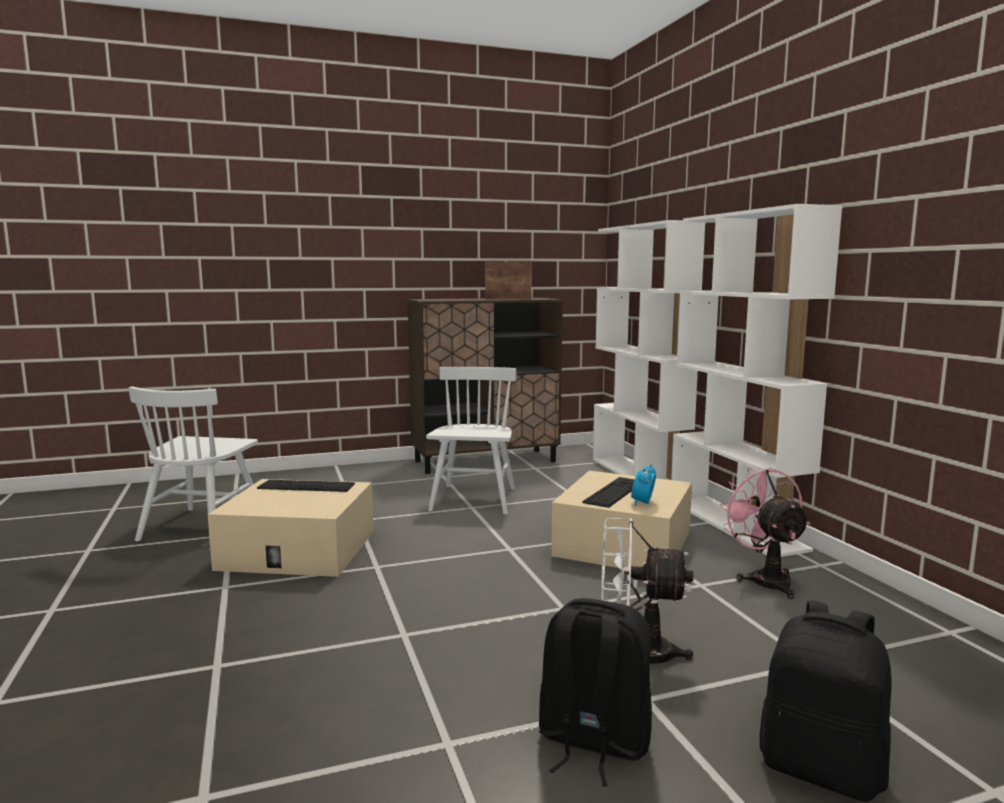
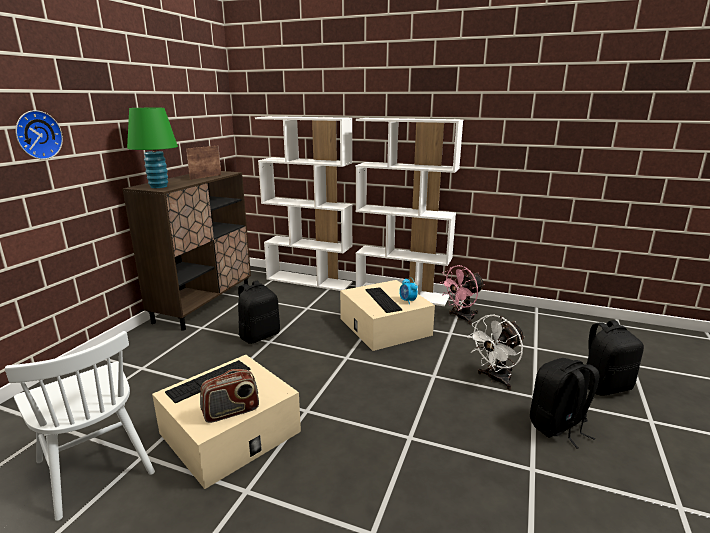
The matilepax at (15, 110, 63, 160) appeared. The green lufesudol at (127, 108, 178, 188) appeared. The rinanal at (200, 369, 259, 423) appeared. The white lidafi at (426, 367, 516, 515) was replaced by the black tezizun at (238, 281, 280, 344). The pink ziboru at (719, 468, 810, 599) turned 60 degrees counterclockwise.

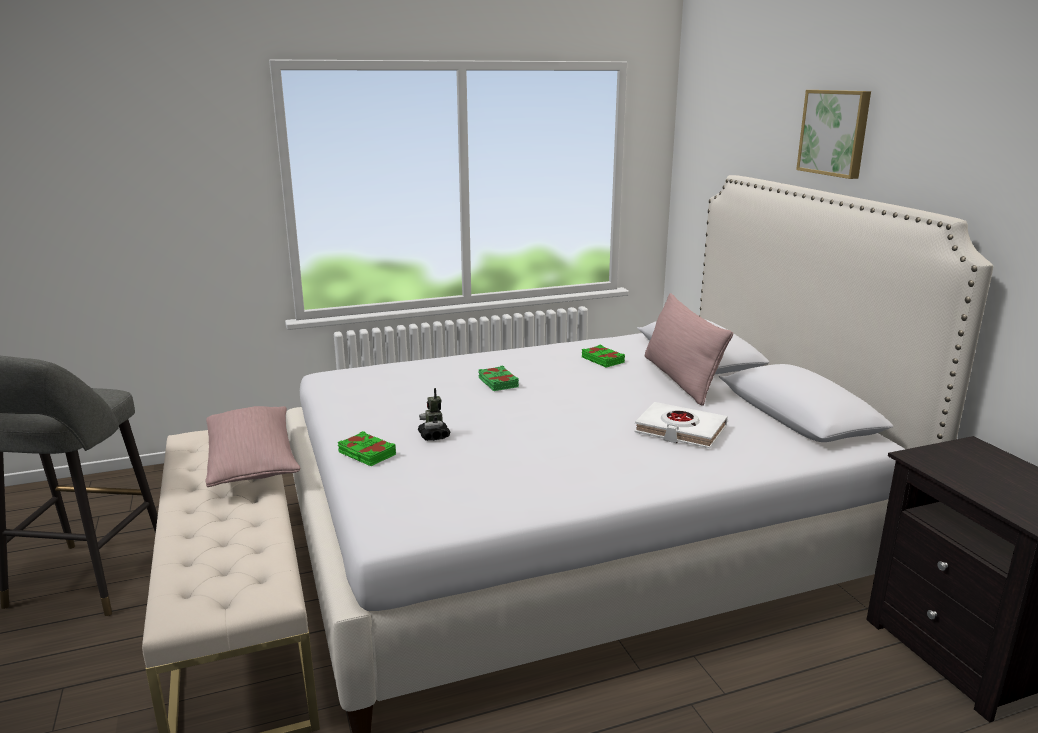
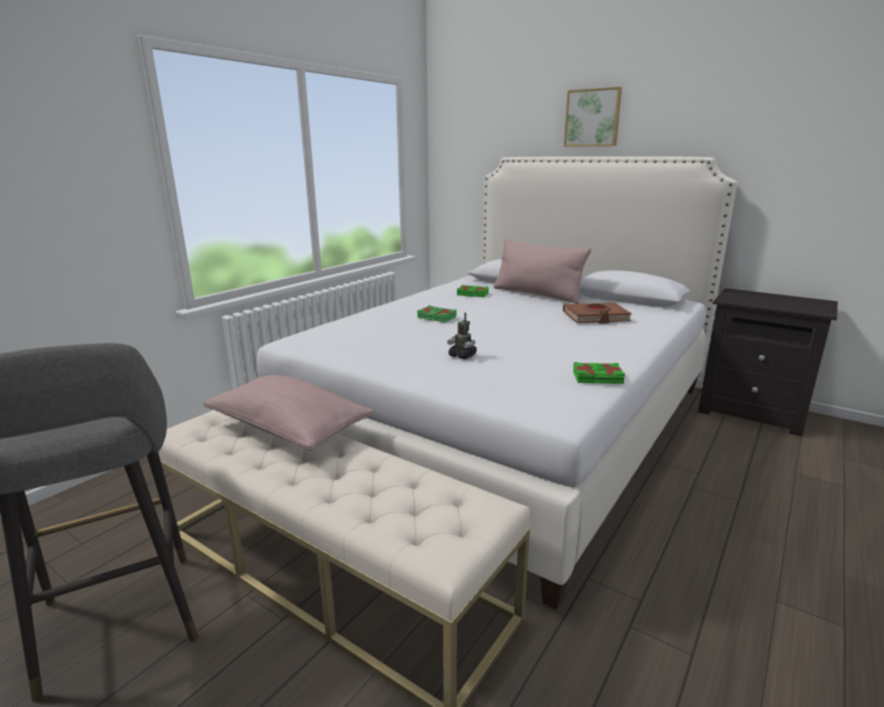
The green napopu moved from (338, 431, 396, 466) to (573, 362, 625, 384). The white napopu at (634, 402, 728, 448) became the brown napopu at (563, 303, 632, 324).

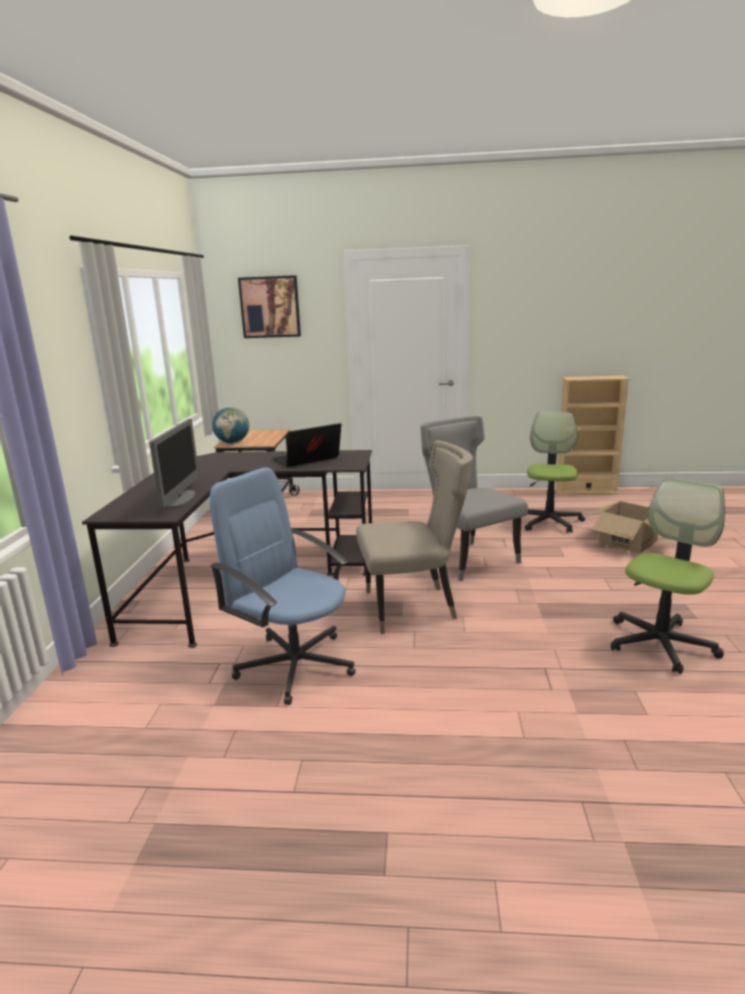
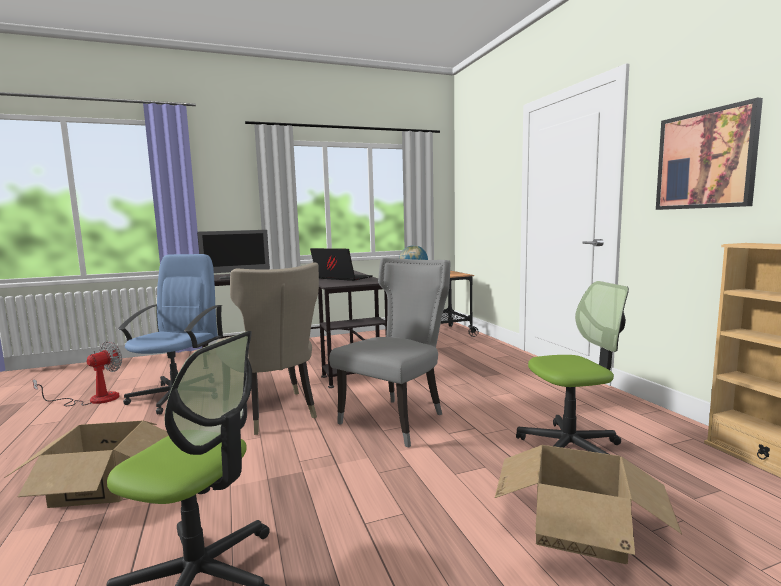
The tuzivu at (4, 420, 169, 508) appeared. The ziboru at (33, 341, 122, 406) appeared. The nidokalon moved from (238, 275, 301, 338) to (656, 98, 763, 210).

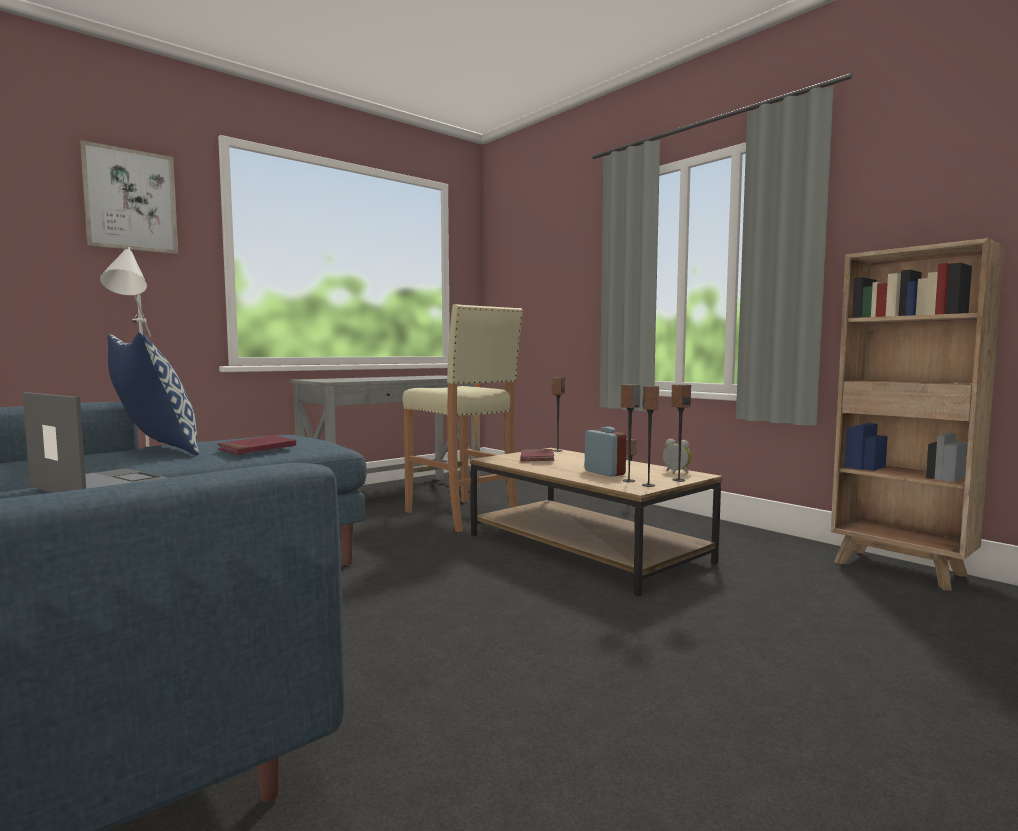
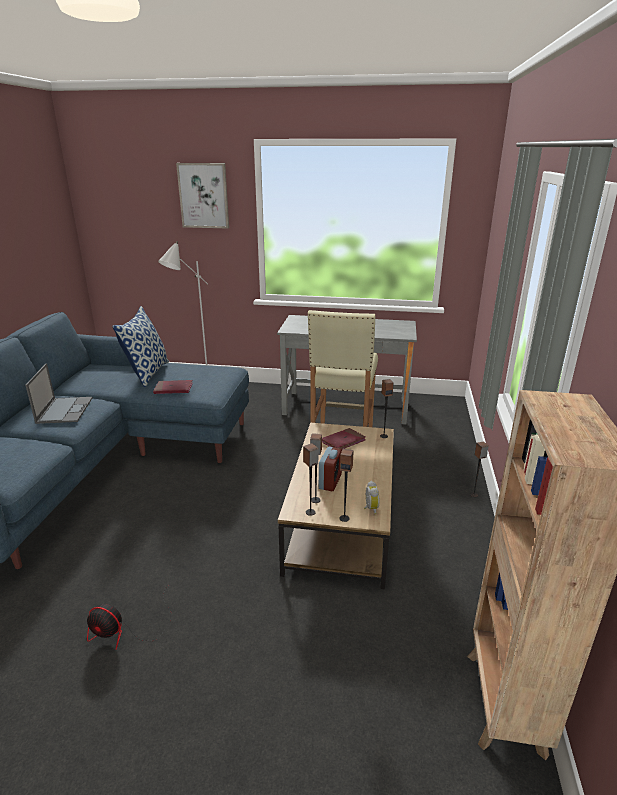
The ziboru at (87, 586, 171, 650) appeared.

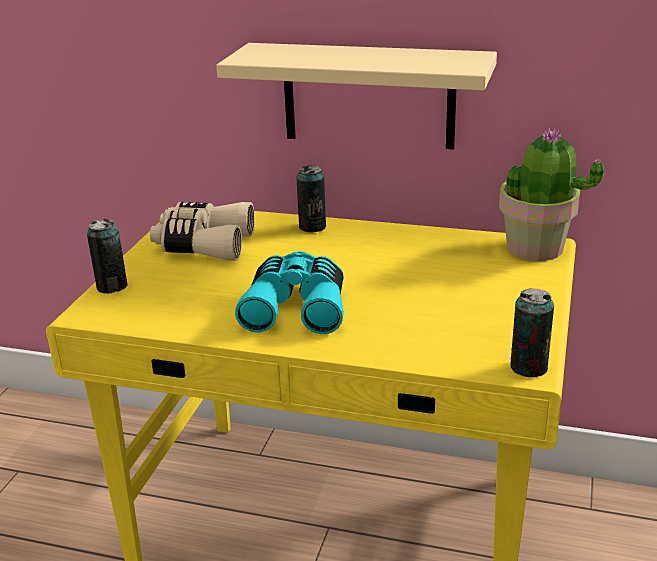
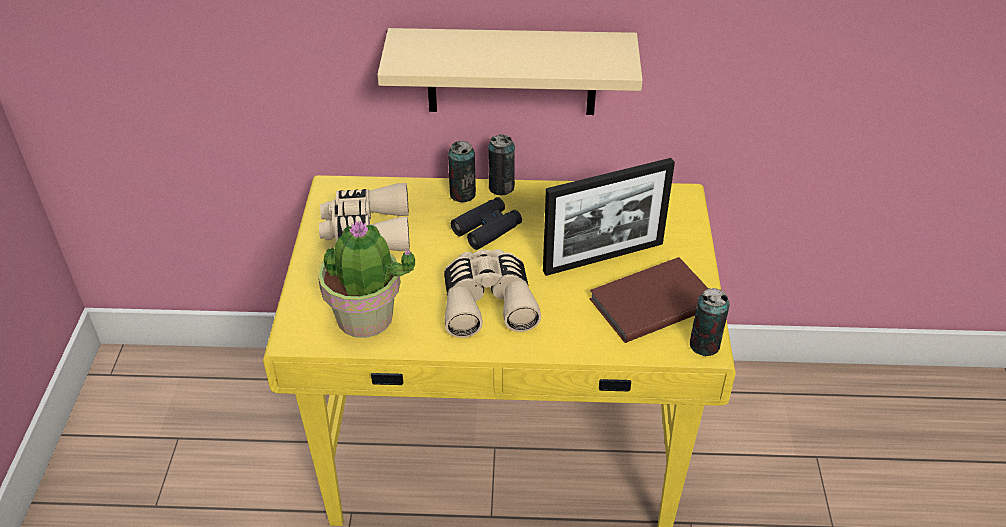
The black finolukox at (451, 197, 522, 250) appeared. The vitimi at (543, 158, 675, 276) appeared. The brown napopu at (589, 257, 708, 343) appeared. The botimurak moved from (87, 219, 127, 294) to (488, 134, 515, 195). The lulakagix moved from (499, 128, 604, 261) to (318, 220, 416, 338). The turquoise finolukox at (235, 251, 344, 334) became the beige finolukox at (444, 249, 541, 338).

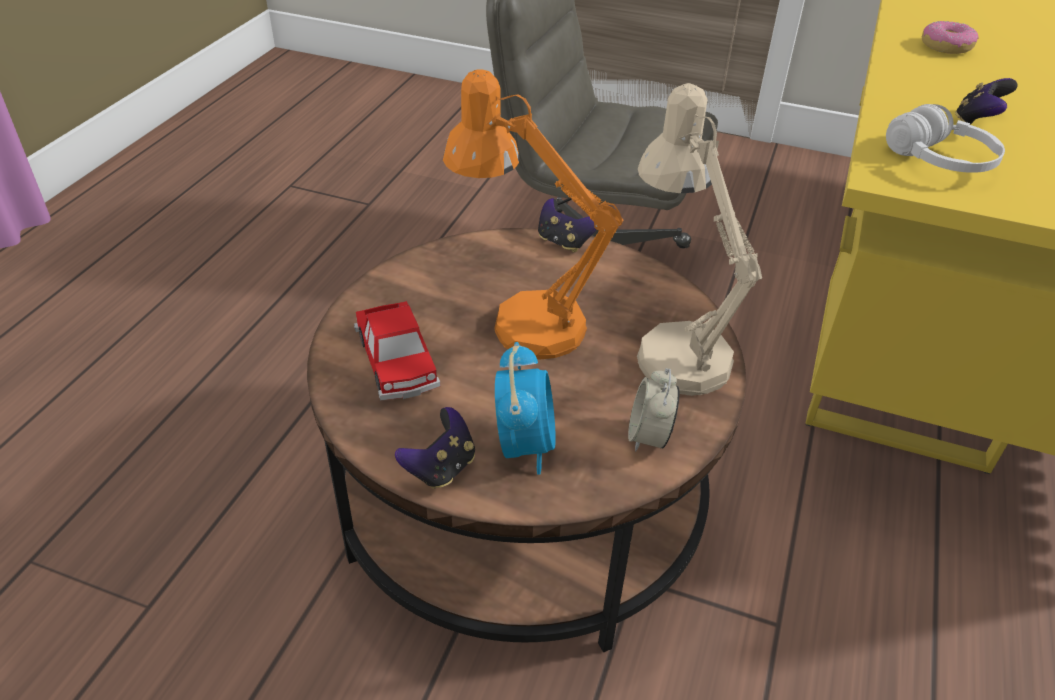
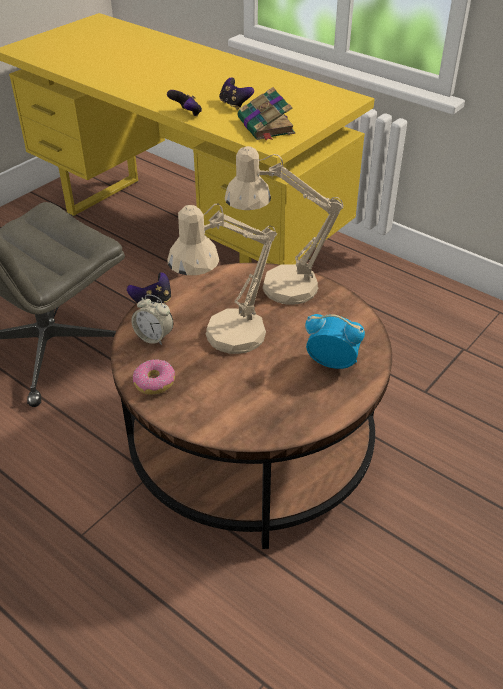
The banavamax at (354, 301, 440, 401) disappeared. The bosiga moved from (395, 407, 475, 489) to (167, 90, 202, 117). The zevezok moved from (628, 368, 679, 452) to (131, 294, 173, 345). The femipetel moved from (922, 21, 979, 54) to (133, 359, 175, 395). The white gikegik at (886, 104, 1005, 173) was replaced by the napopu at (238, 87, 295, 141). The orange lufesudol at (443, 69, 623, 360) became the beige lufesudol at (167, 203, 277, 354).

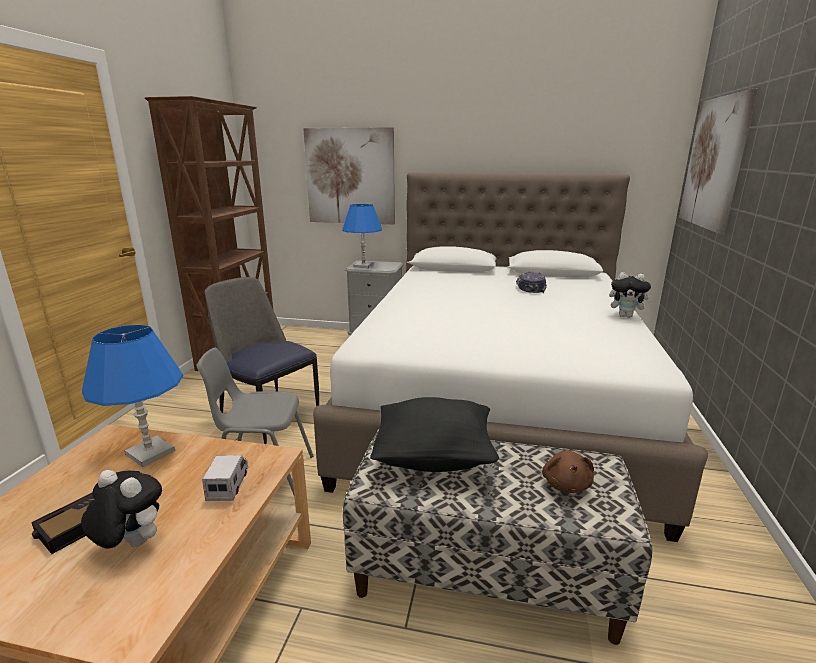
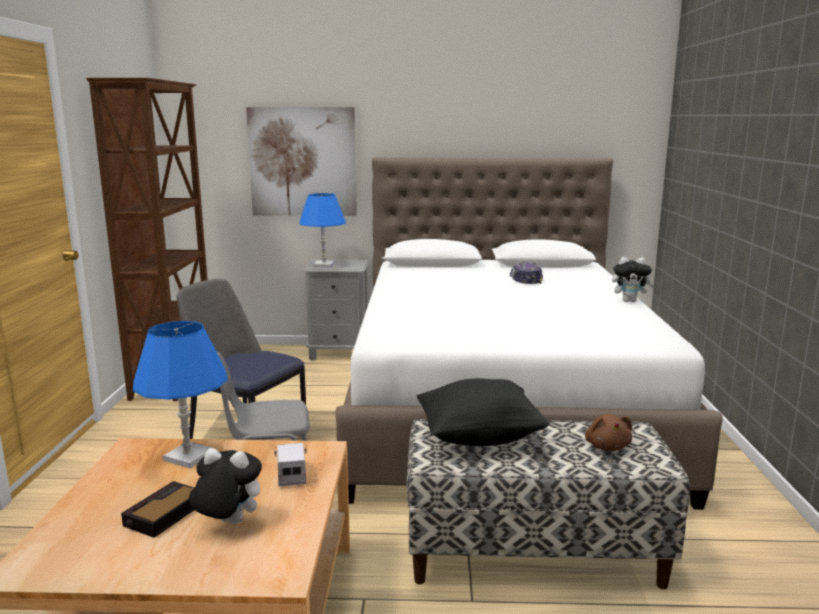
The nidokalon at (679, 88, 758, 234) disappeared.

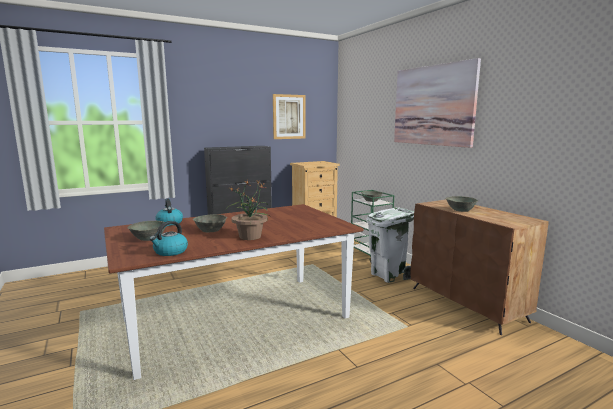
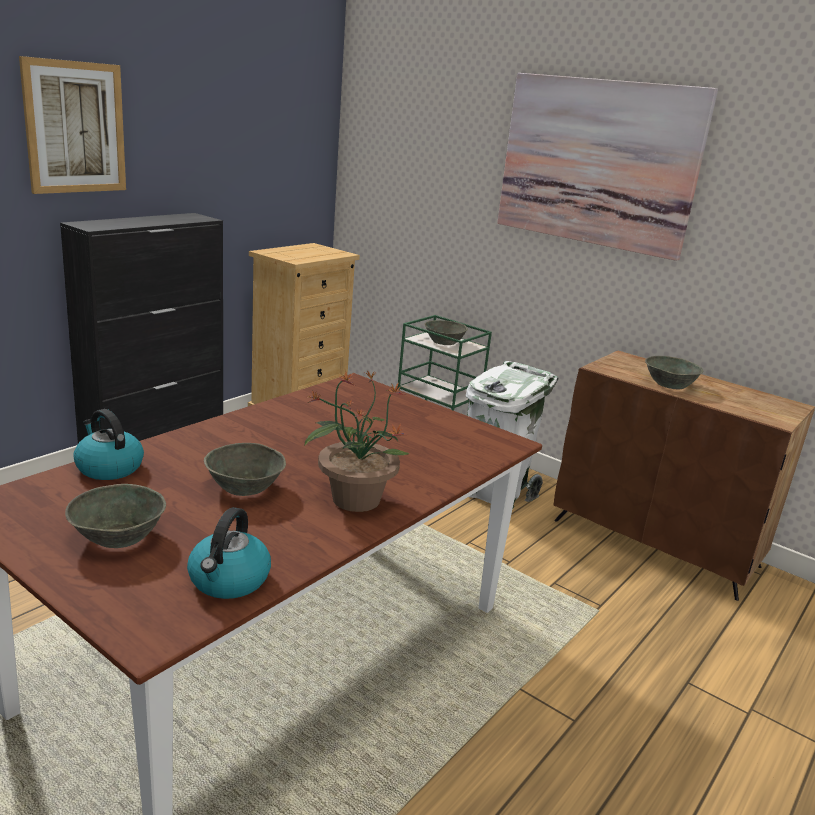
The nidokalon moved from (273, 94, 306, 139) to (19, 56, 126, 194).

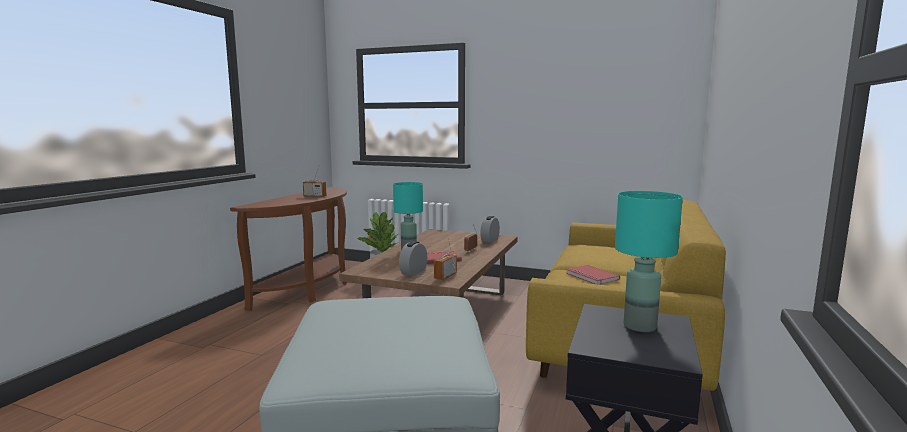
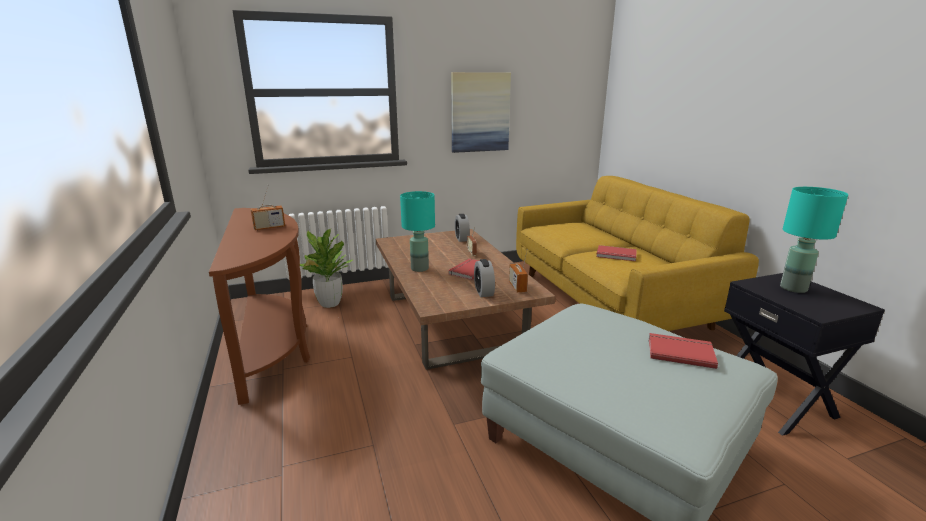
The nidokalon at (451, 72, 511, 153) appeared. The red napopu at (649, 333, 718, 369) appeared.

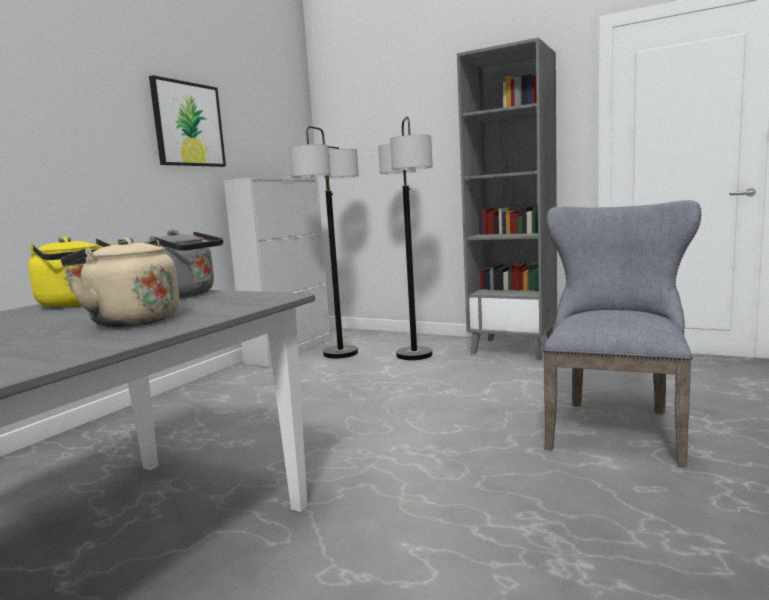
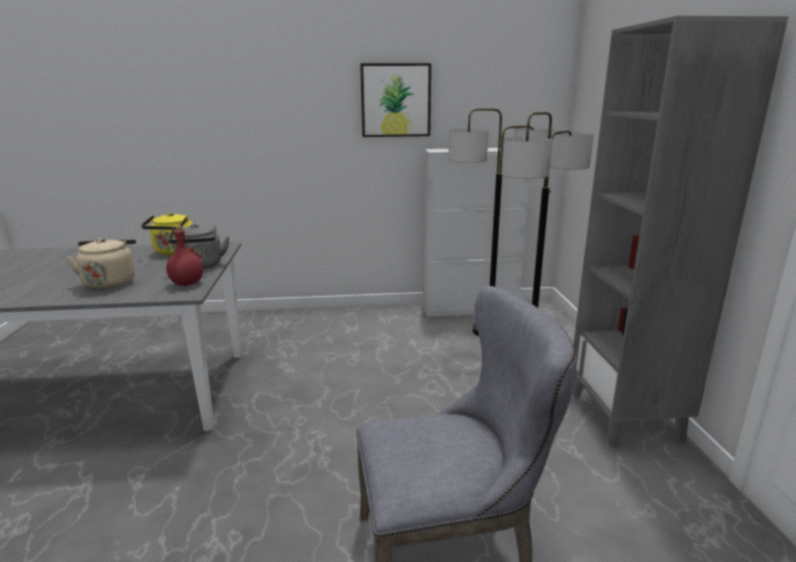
The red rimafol at (166, 226, 203, 286) appeared.

